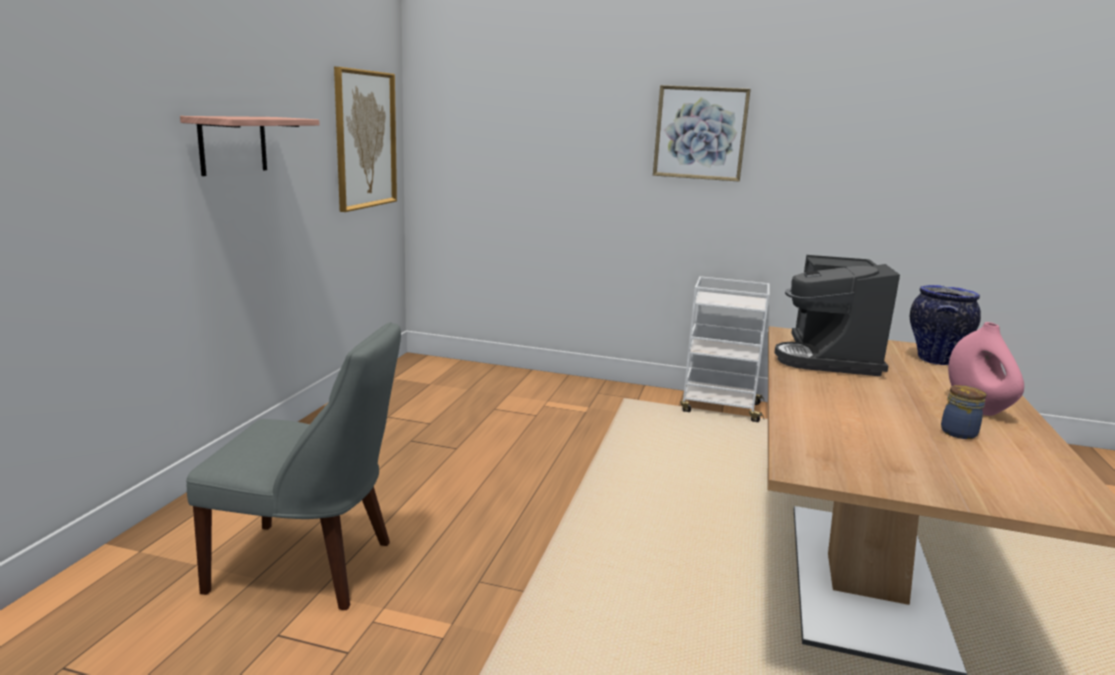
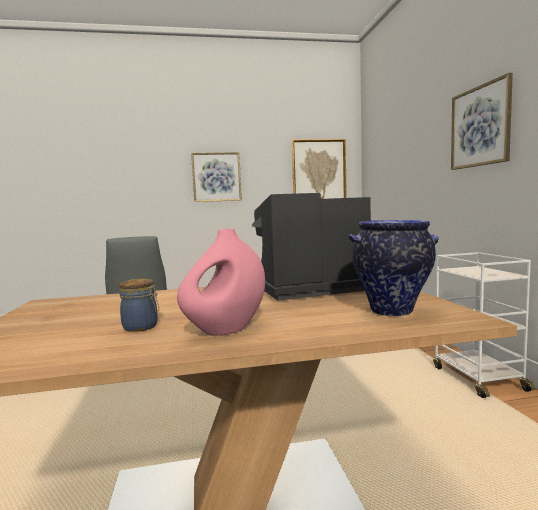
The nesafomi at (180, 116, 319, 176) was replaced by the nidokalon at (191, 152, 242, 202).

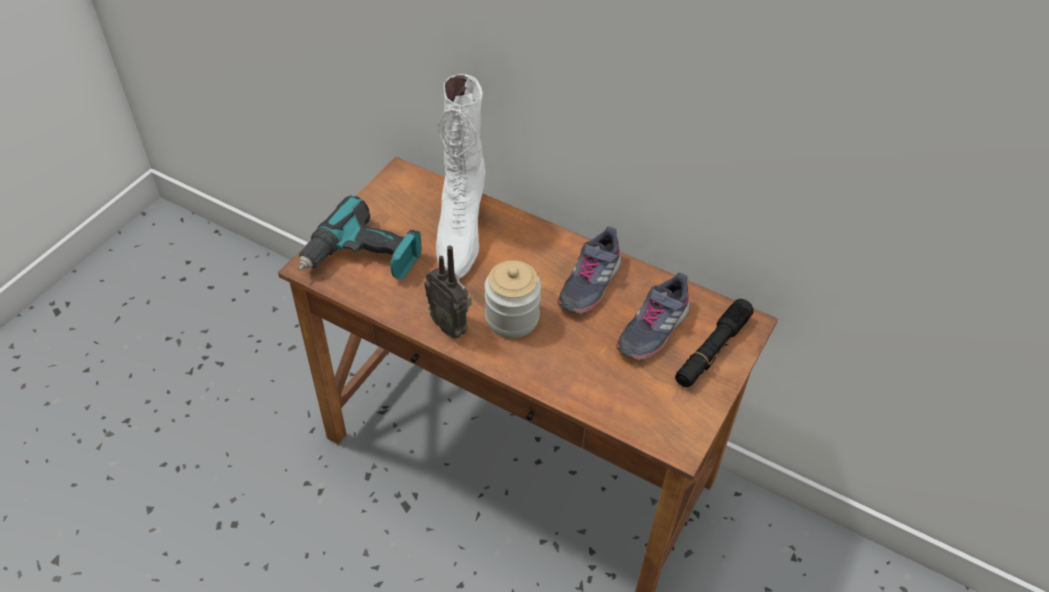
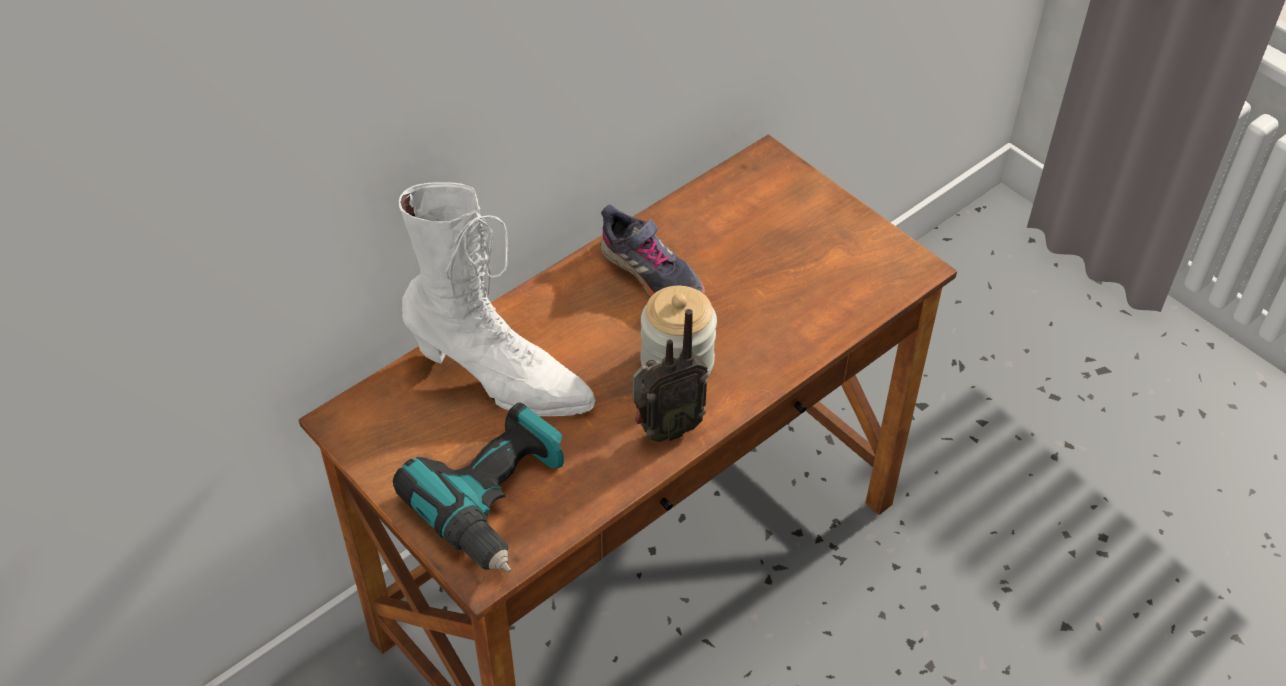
The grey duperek at (616, 273, 690, 360) disappeared. The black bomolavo at (675, 299, 754, 388) disappeared.

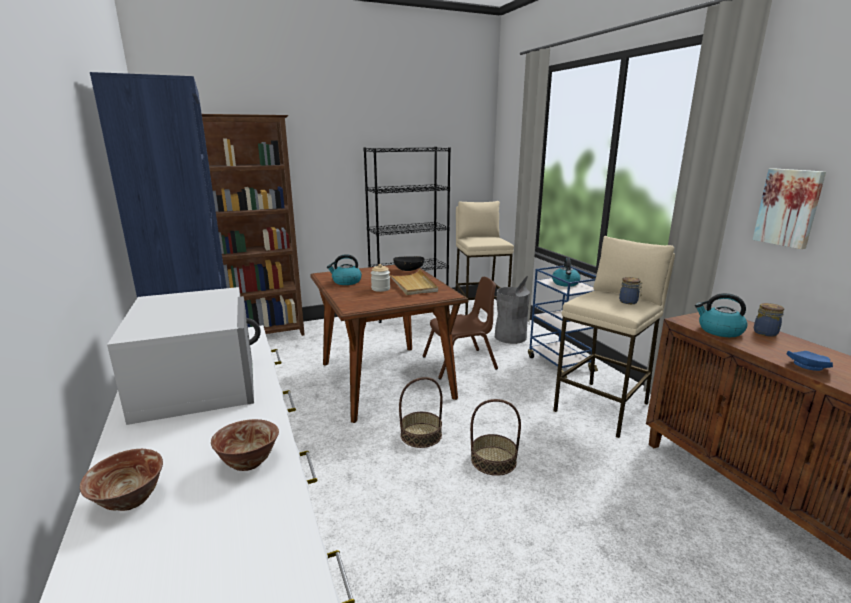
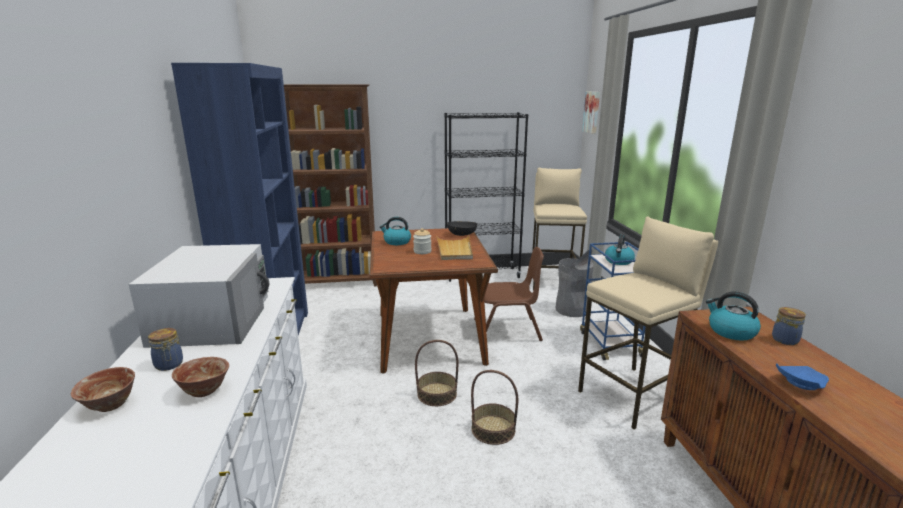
The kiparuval moved from (619, 277, 642, 304) to (148, 328, 183, 371). The nidokalon moved from (753, 168, 826, 249) to (582, 92, 600, 134).

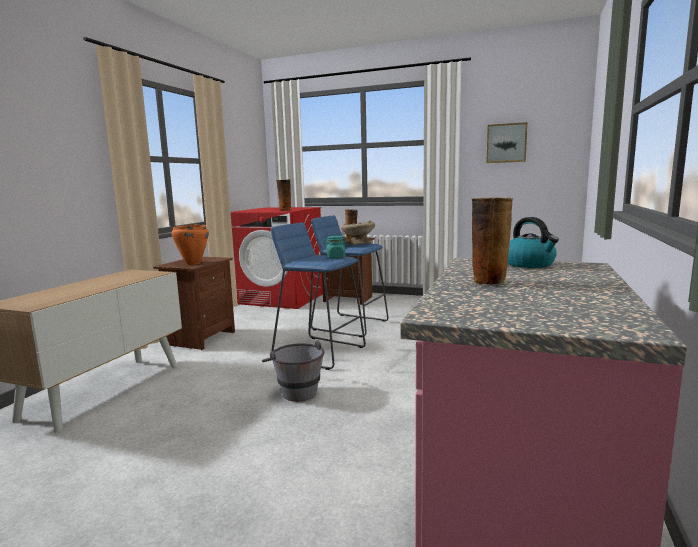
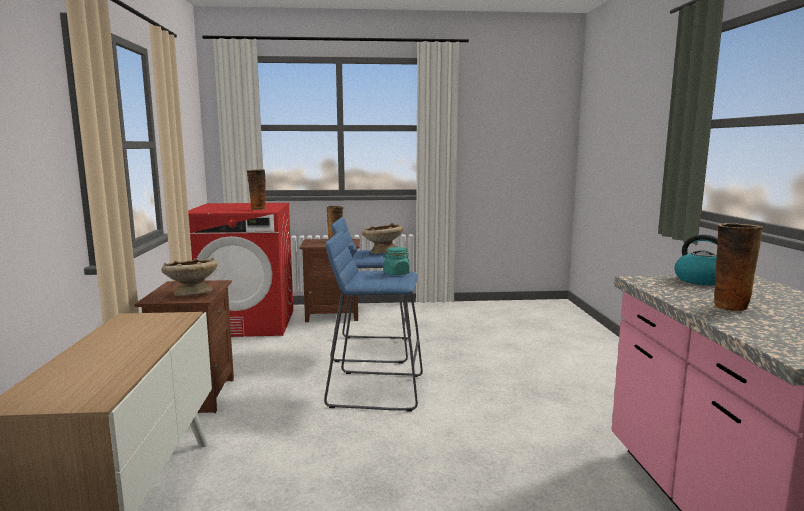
The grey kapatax at (262, 340, 324, 402) disappeared. The nidokalon at (486, 122, 527, 163) disappeared. The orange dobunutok at (171, 224, 209, 265) was replaced by the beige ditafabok at (161, 257, 217, 296).

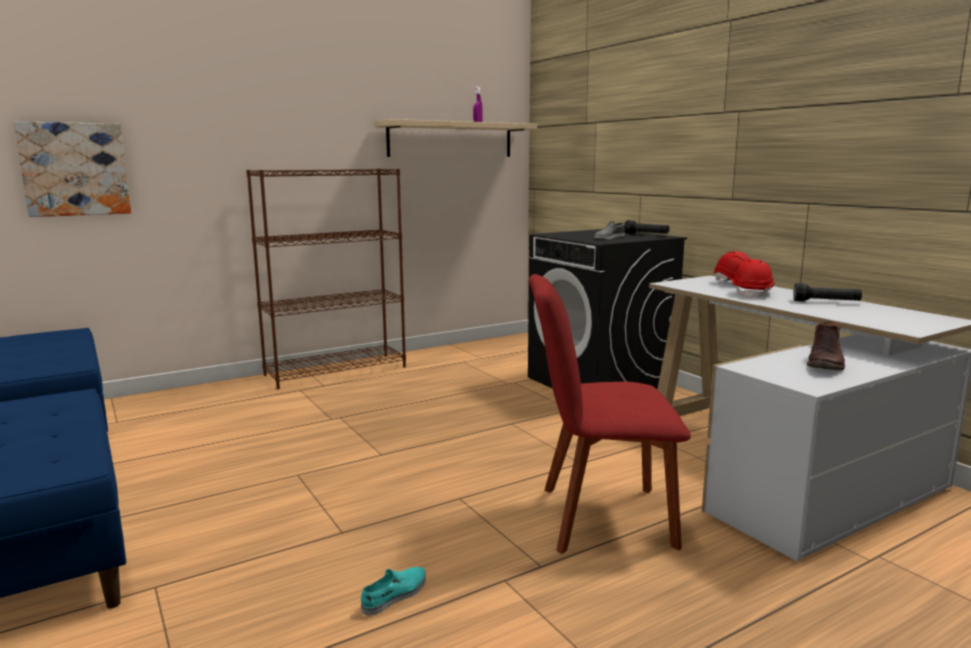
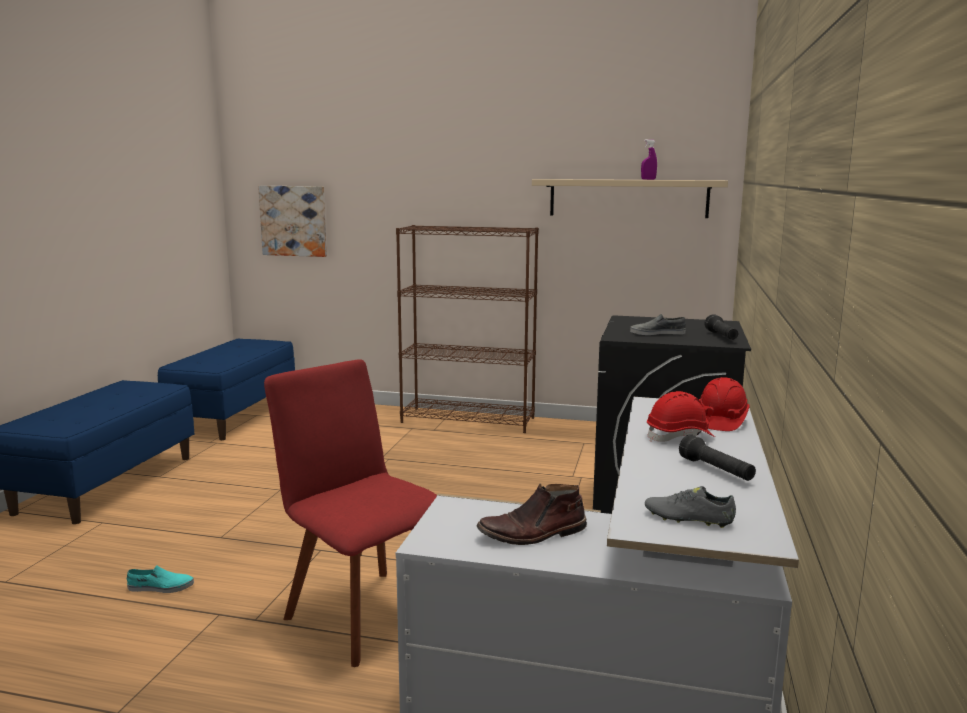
The grey duperek at (645, 486, 736, 528) appeared.

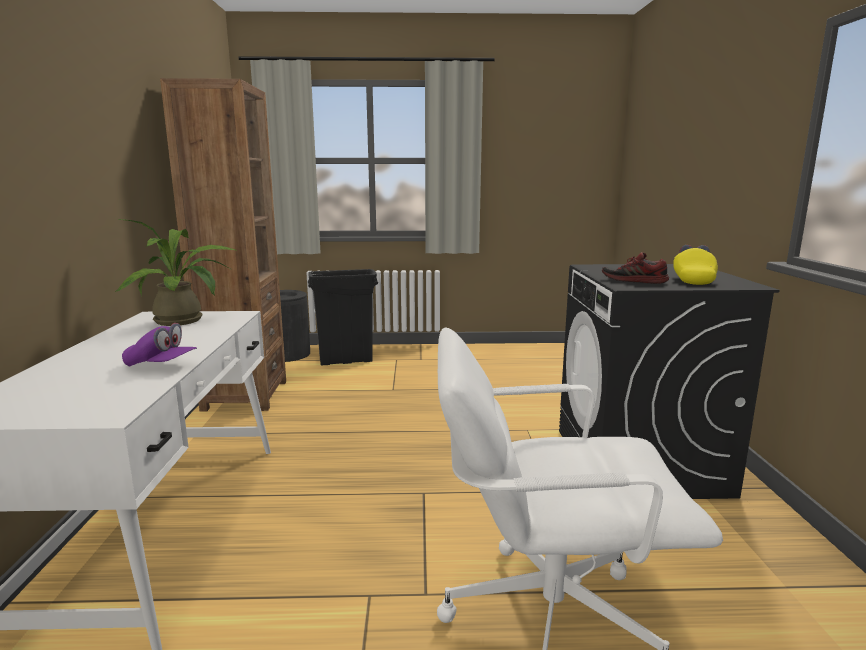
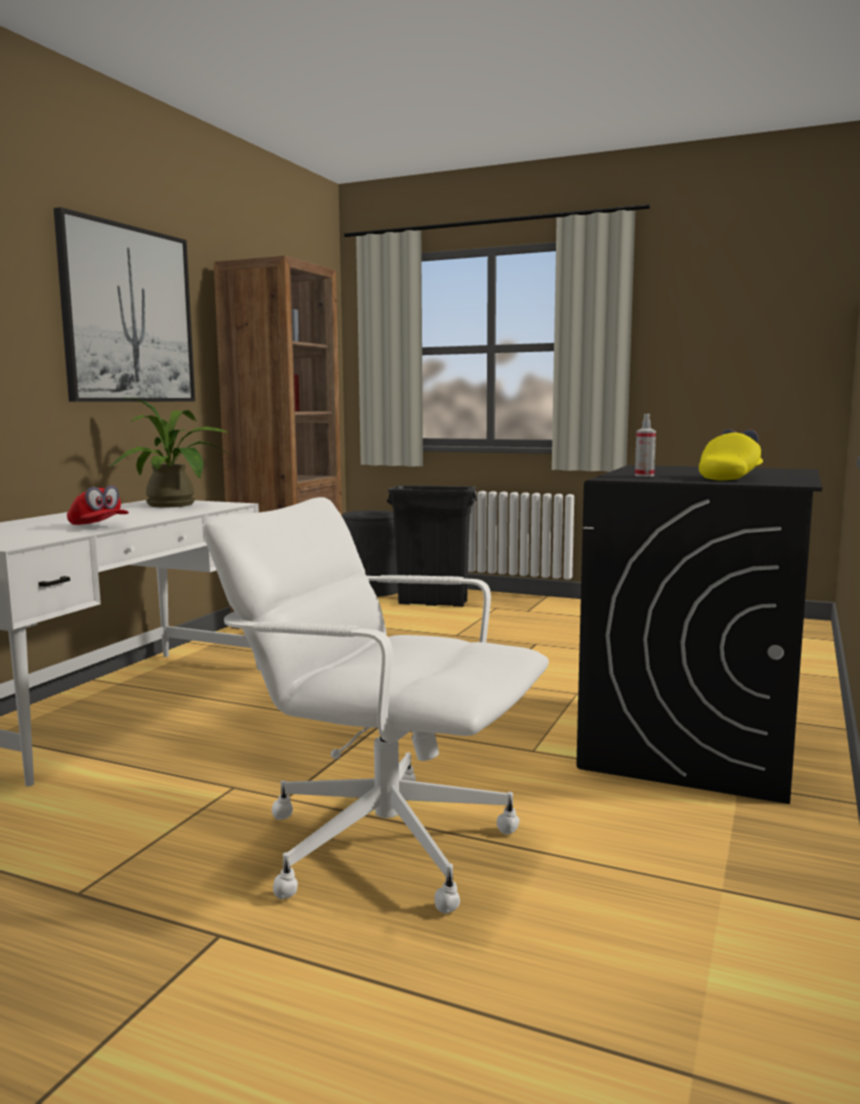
The nidokalon at (54, 207, 195, 402) appeared. The duperek at (602, 252, 669, 284) was replaced by the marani at (635, 414, 656, 477). The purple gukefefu at (122, 323, 197, 367) became the red gukefefu at (67, 485, 129, 525).

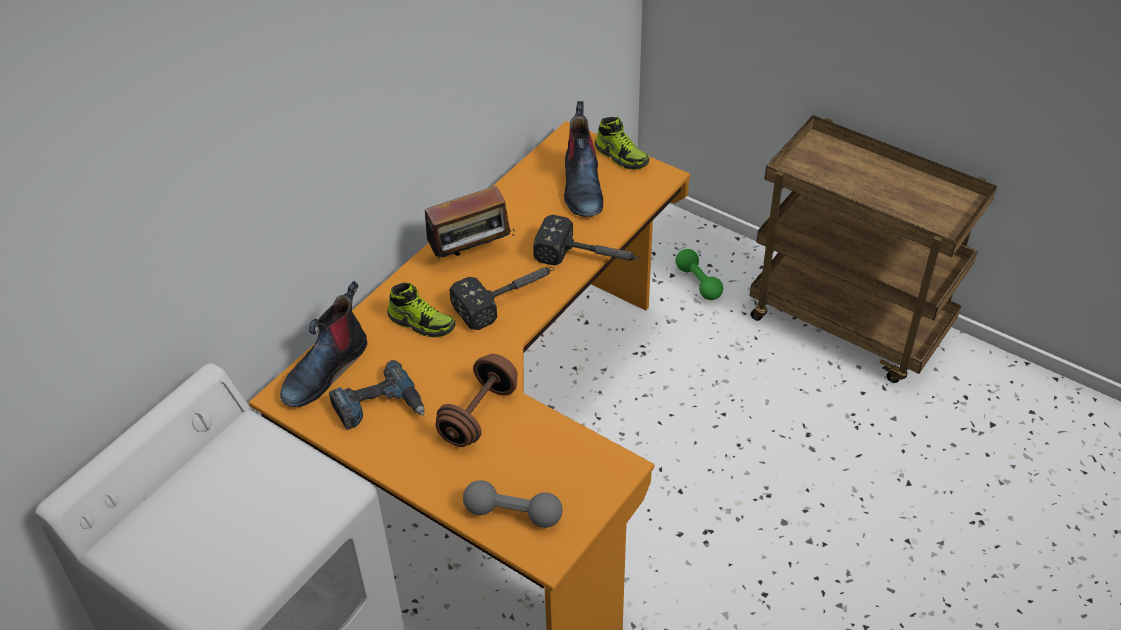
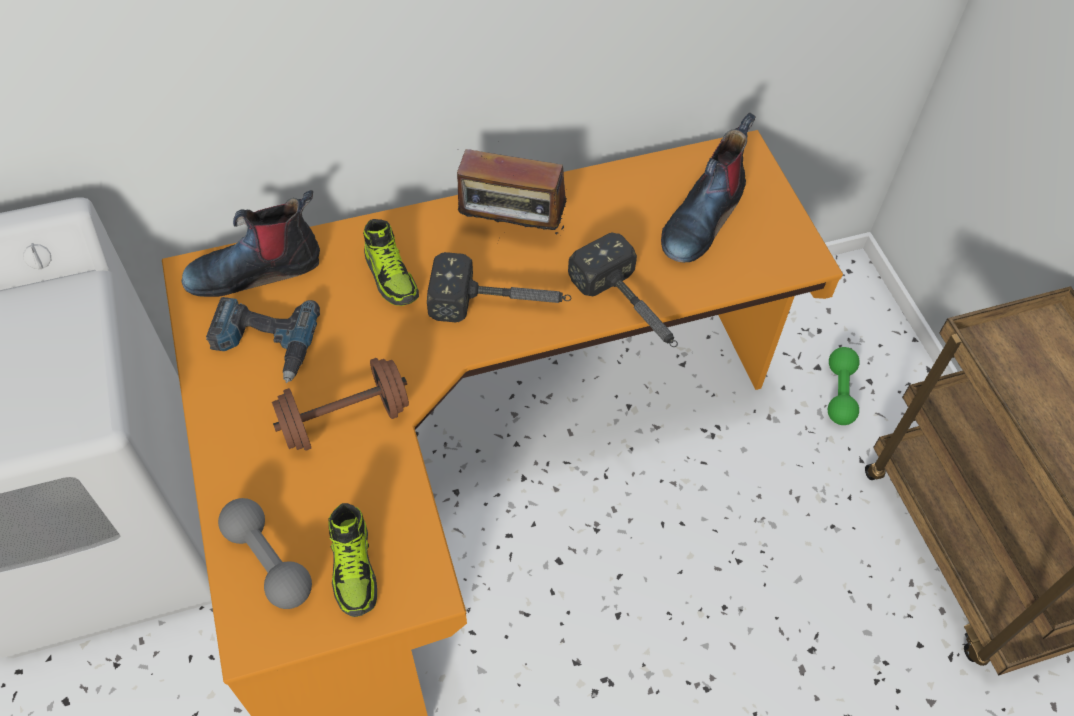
The duperek moved from (595, 117, 649, 170) to (328, 503, 377, 617).

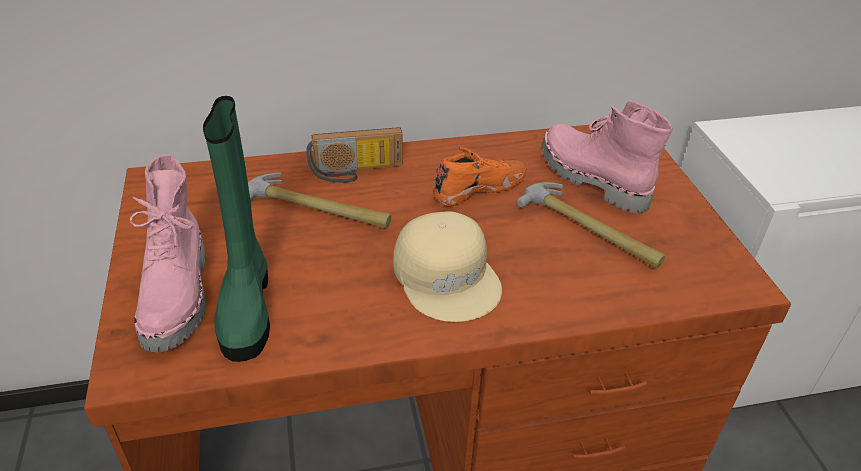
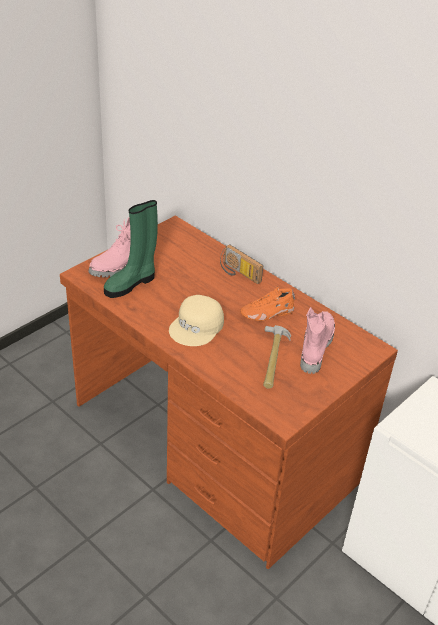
The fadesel at (248, 173, 391, 229) disappeared. The orange duperek at (433, 147, 526, 206) turned 135 degrees clockwise.

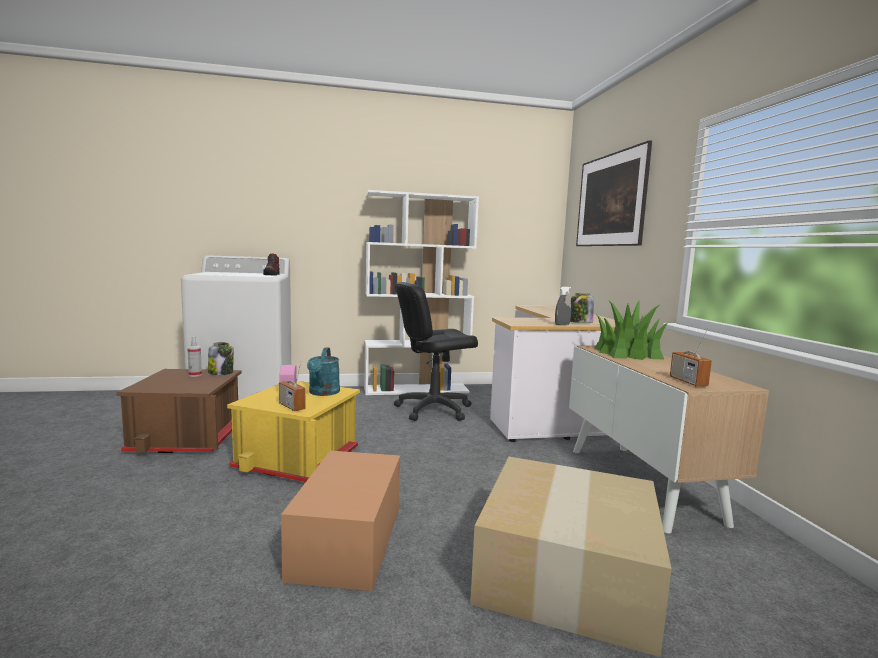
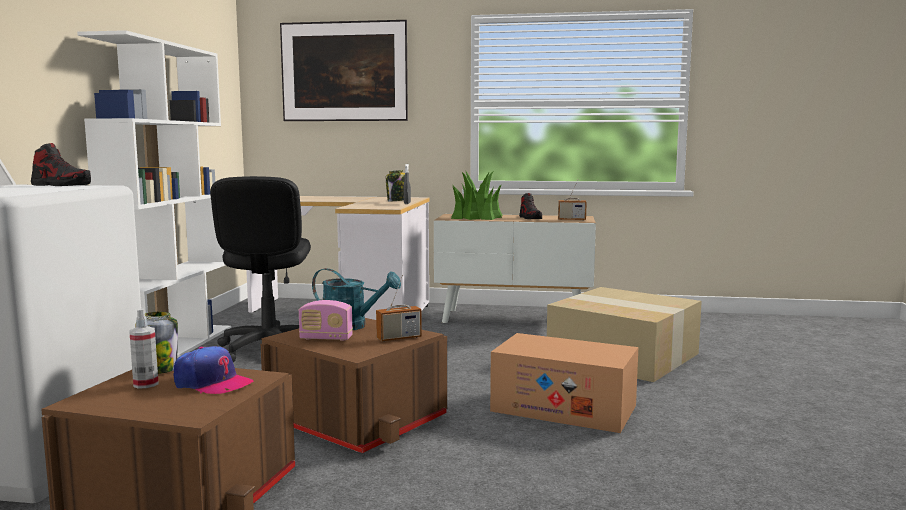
The gukefefu at (173, 346, 253, 394) appeared. The duperek at (519, 193, 542, 219) appeared. The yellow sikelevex at (227, 381, 360, 482) became the brown sikelevex at (261, 318, 447, 453).

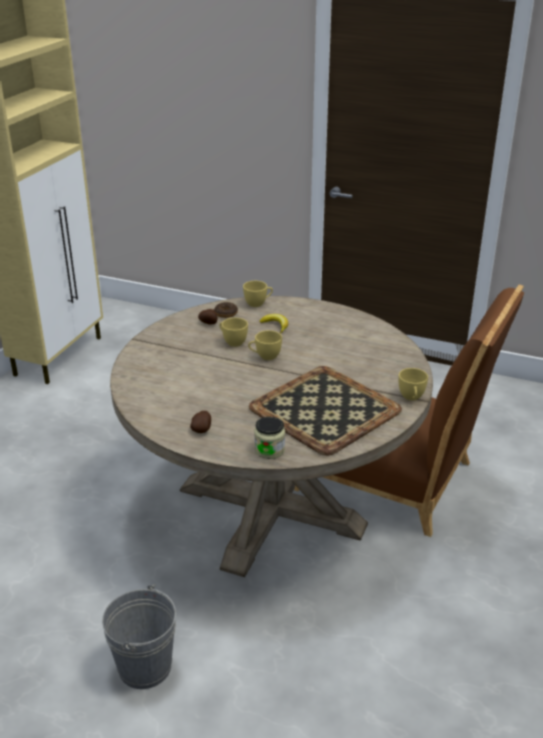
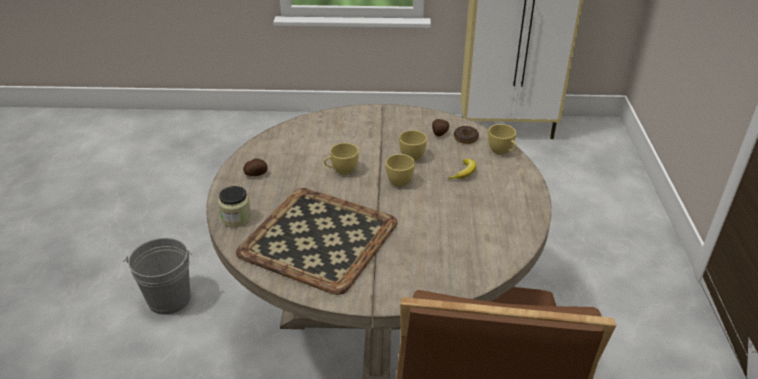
The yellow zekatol moved from (398, 368, 428, 401) to (324, 143, 359, 175).

